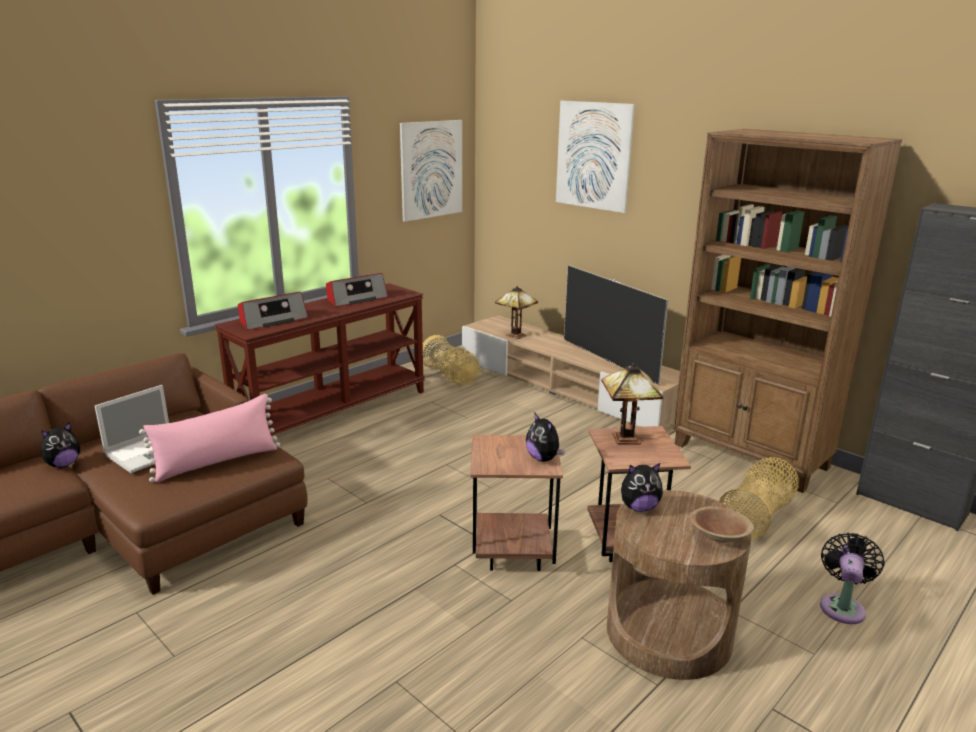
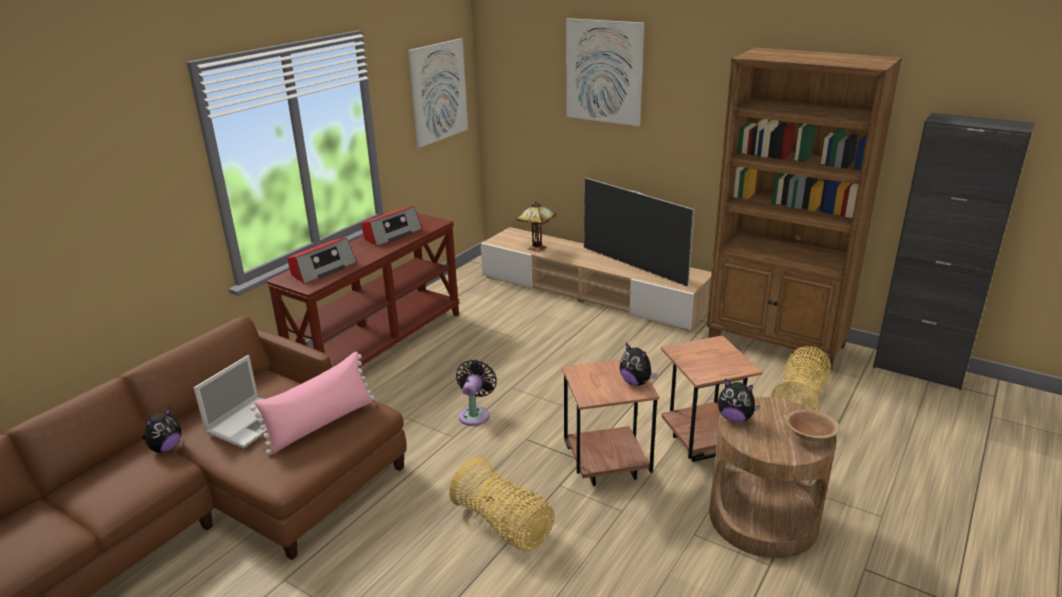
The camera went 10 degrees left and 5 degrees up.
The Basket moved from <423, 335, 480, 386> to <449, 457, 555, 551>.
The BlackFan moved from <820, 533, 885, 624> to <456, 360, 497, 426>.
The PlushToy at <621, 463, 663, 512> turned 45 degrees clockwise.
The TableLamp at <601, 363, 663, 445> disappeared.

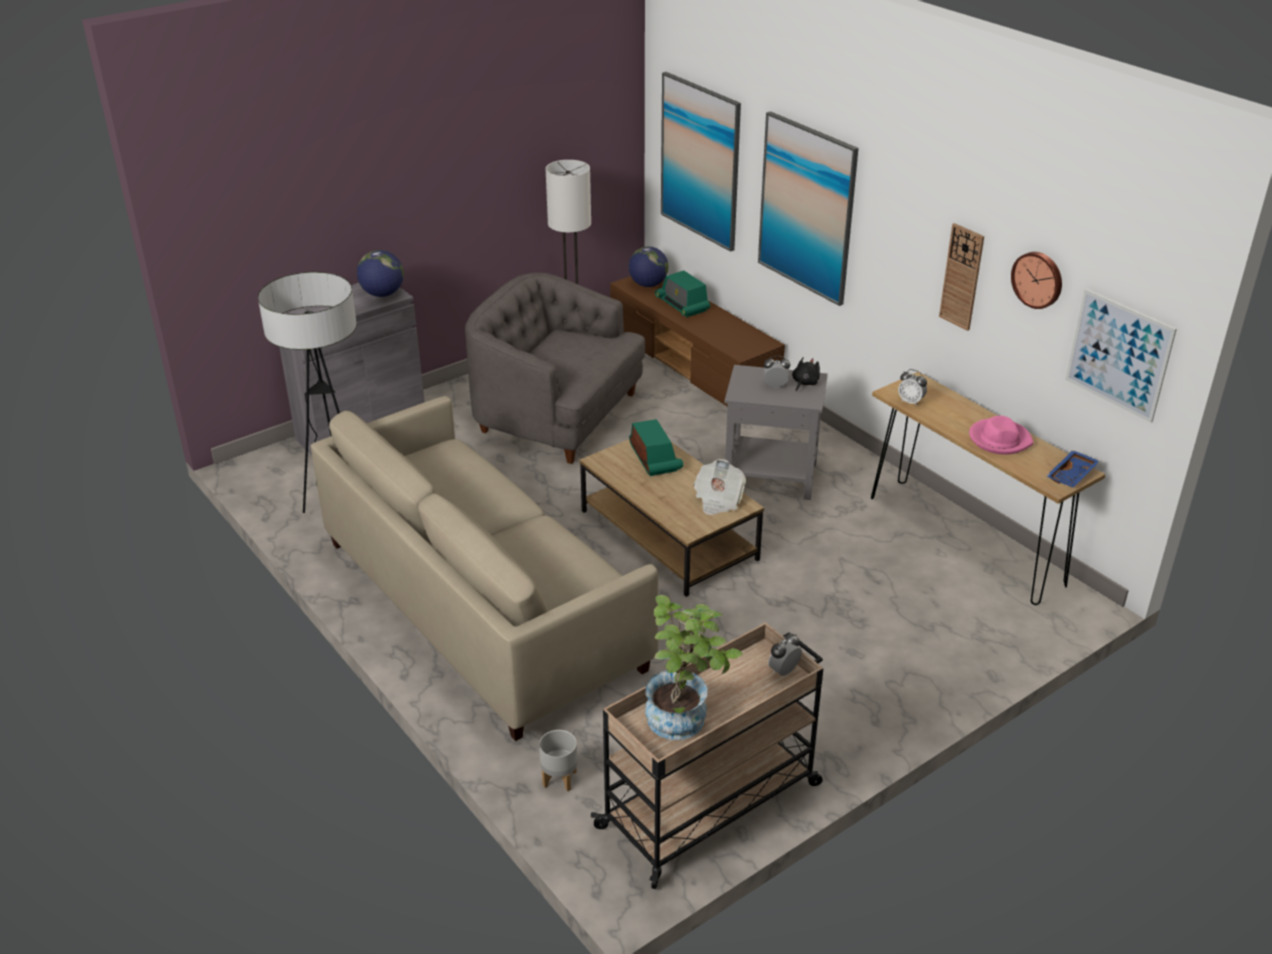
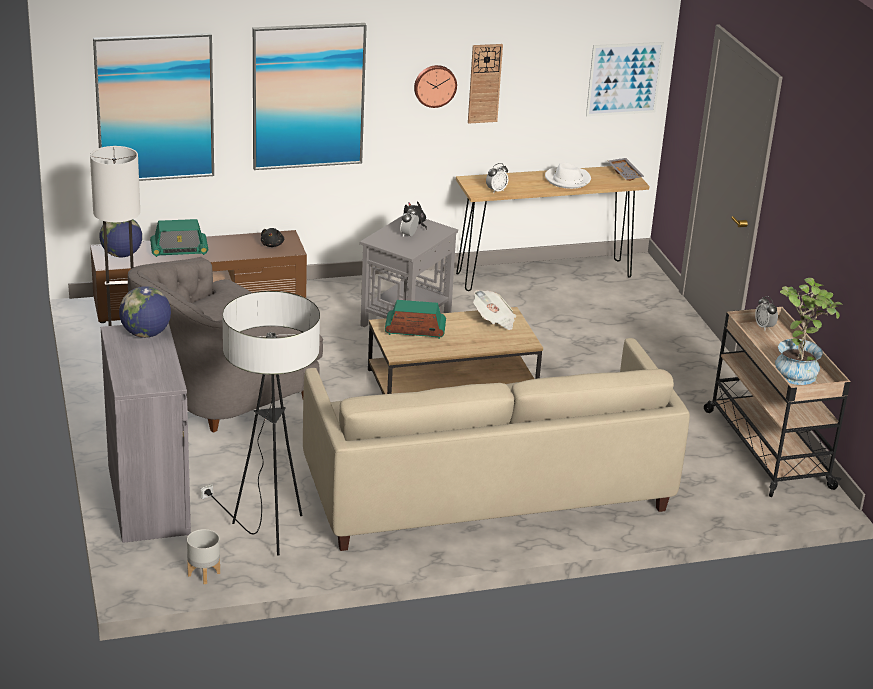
The camera went 70 degrees left and 5 degrees down.
The GreyPlanter moved from <539, 730, 577, 791> to <187, 529, 220, 584>.
The BlackPlushToy at <261, 228, 284, 247> appeared.
The WallClock moved from <1011, 252, 1062, 309> to <414, 65, 457, 108>.
The PinkHat at <969, 416, 1033, 454> became the WhiteHat at <545, 162, 591, 189>.
The BlueTray at <1046, 450, 1100, 488> became the GreyTray at <608, 158, 644, 181>.

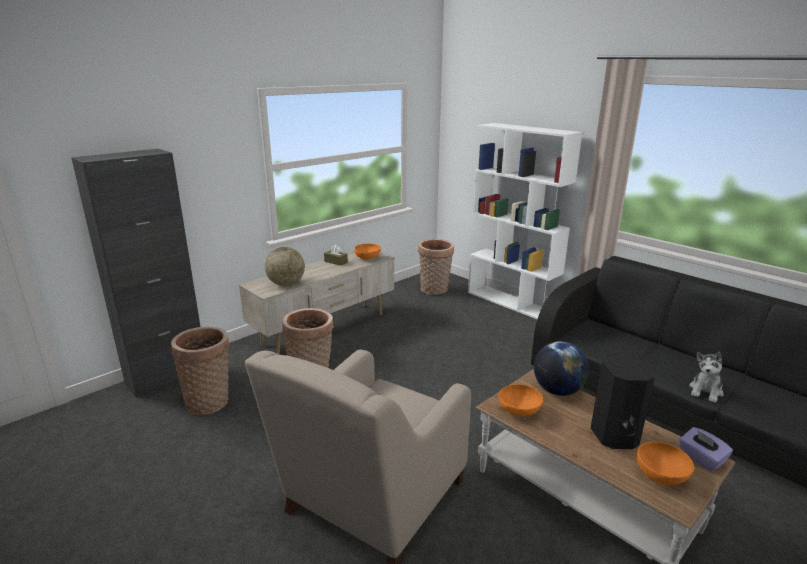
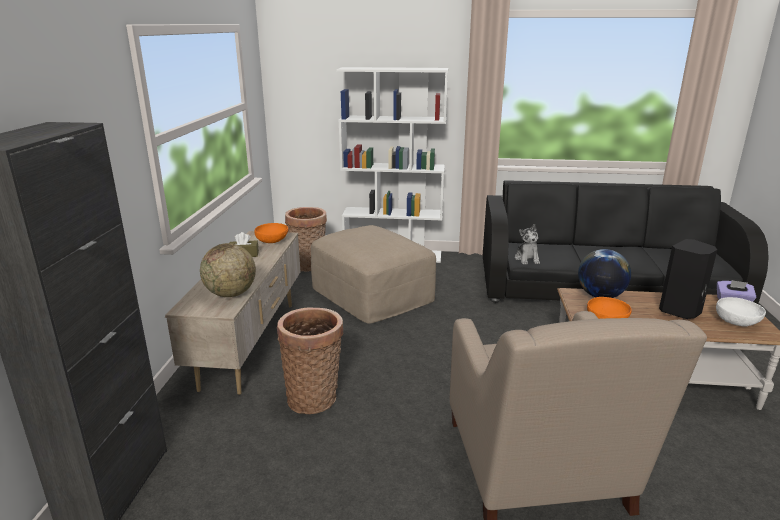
The camera went 40 degrees left and 0 degrees up.
The BeigeOttoman at <311, 225, 436, 324> appeared.
The PlushToy moved from <689, 352, 724, 403> to <515, 224, 540, 264>.
The OrangeBowl at <637, 442, 694, 485> became the WhiteBowl at <716, 297, 766, 327>.
The Basket at <171, 327, 230, 415> disappeared.

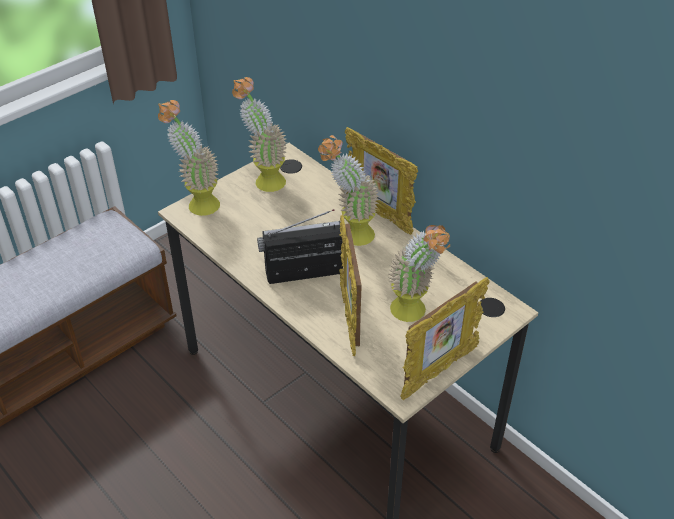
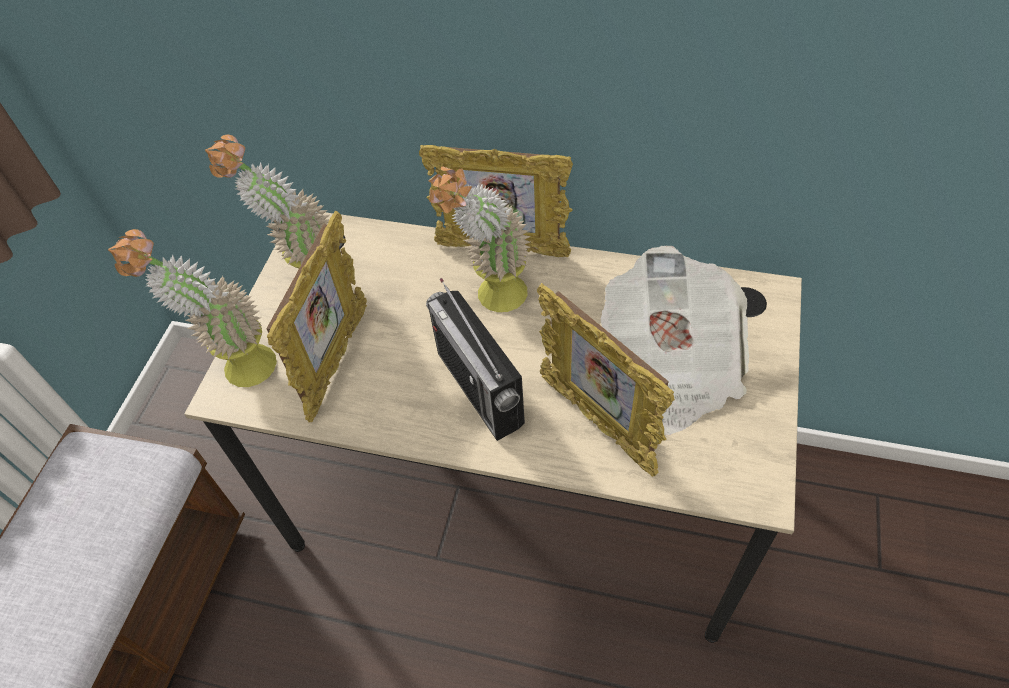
The camera went 30 degrees left and 10 degrees up.
The PictureFrame moved from <401, 277, 490, 400> to <266, 211, 367, 422>.
The Radio at <257, 209, 343, 284> turned 75 degrees counterclockwise.
The PottedPlant at <388, 225, 450, 322> was replaced by the Newspaper at <601, 246, 749, 435>.

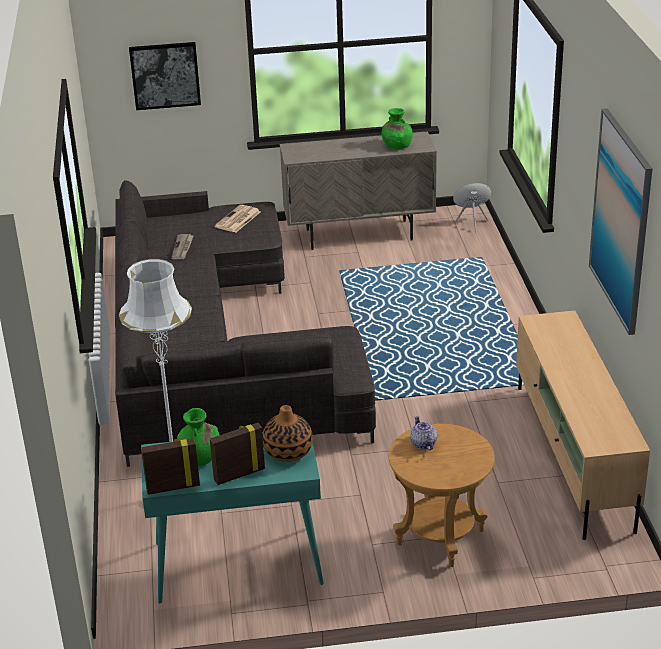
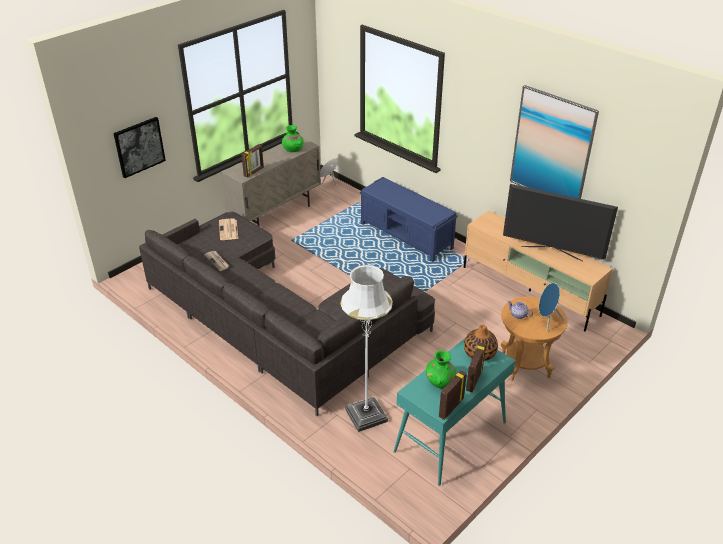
The camera went 40 degrees left and 5 degrees up.
The PictureFrame at <241, 144, 264, 177> appeared.
The BlueBench at <360, 177, 458, 262> appeared.
The Television at <503, 184, 618, 262> appeared.
The BlueSpeaker at <539, 283, 565, 332> appeared.

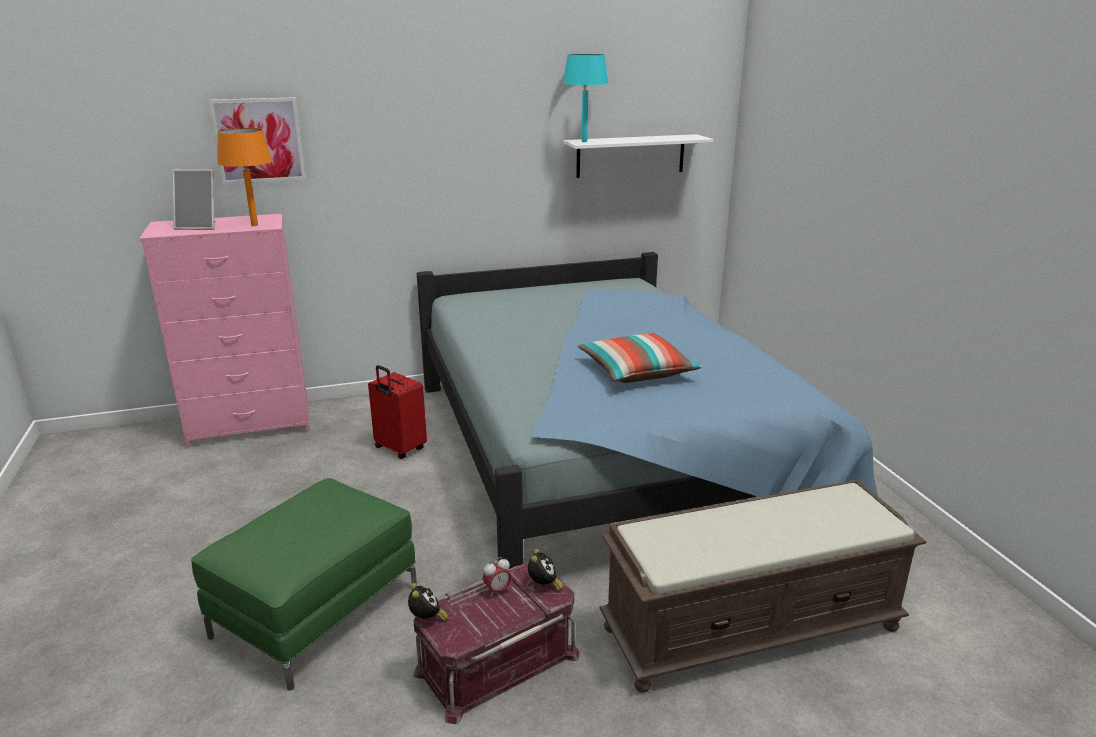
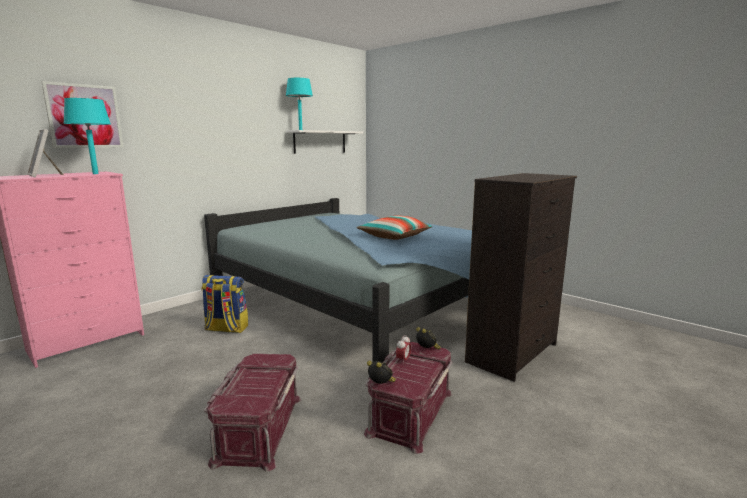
The camera went 30 degrees left and 10 degrees down.
The PictureFrame at <173, 170, 216, 230> turned 75 degrees clockwise.
The OrangeTableLamp at <217, 128, 272, 226> became the TurquoiseTableLamp at <63, 98, 111, 174>.
The RedSuitcase at <368, 365, 427, 459> was replaced by the Backpack at <201, 275, 248, 333>.
The GreenOttoman at <191, 478, 417, 691> was replaced by the RedStorageBox at <204, 354, 301, 472>.
The BrownBench at <600, 479, 926, 693> was replaced by the BlackDresser at <465, 173, 577, 382>.

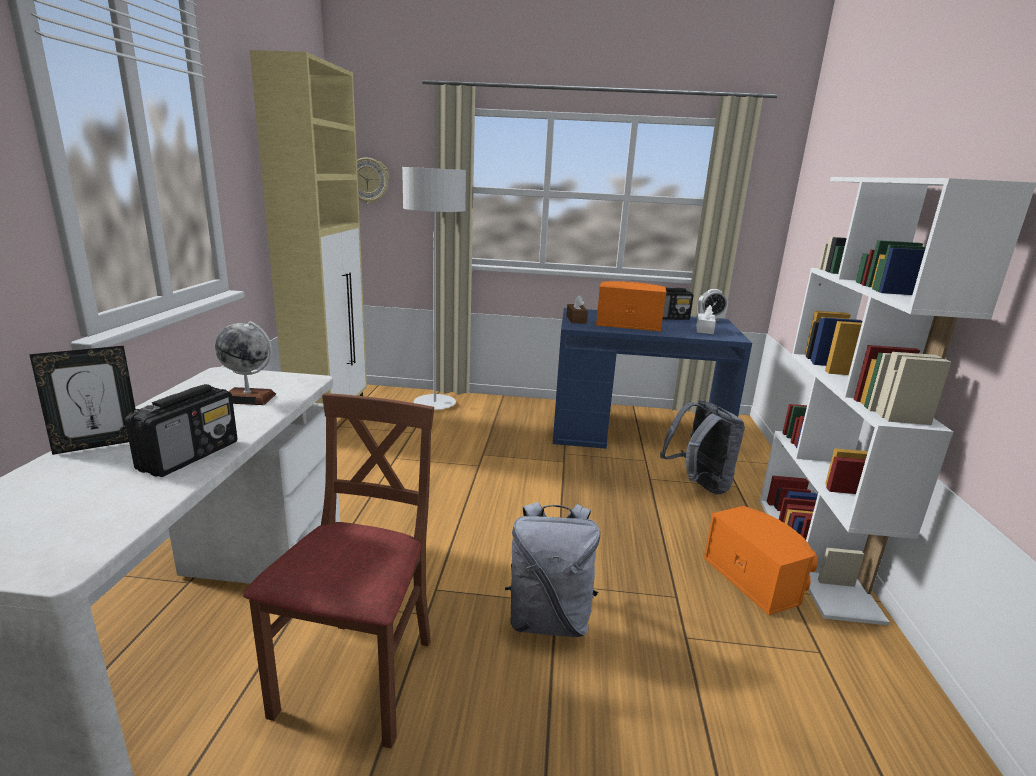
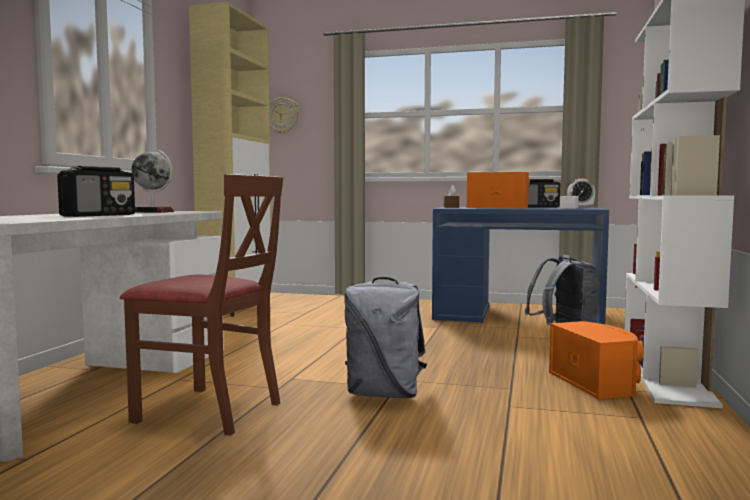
The camera went 10 degrees right and 15 degrees down.
The BrownChair at <243, 393, 434, 749> turned 90 degrees clockwise.
The PictureFrame at <29, 346, 136, 455> disappeared.
The GreyFloorLamp at <402, 167, 466, 410> disappeared.

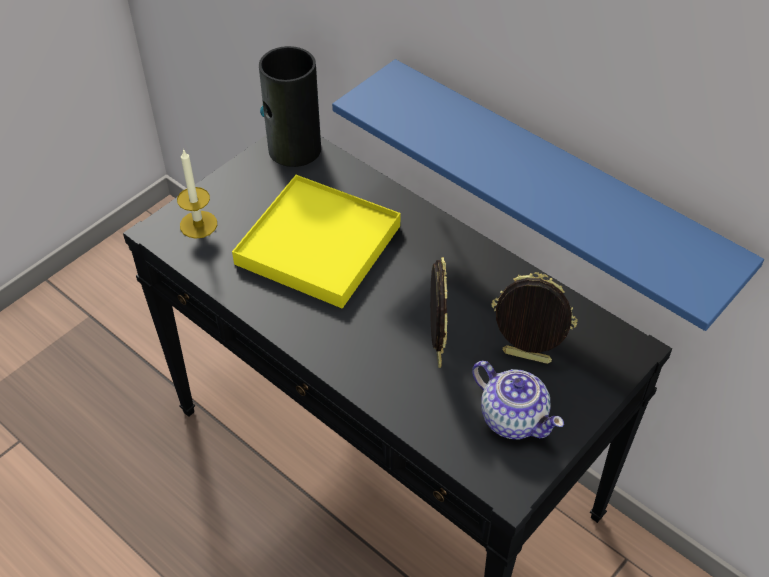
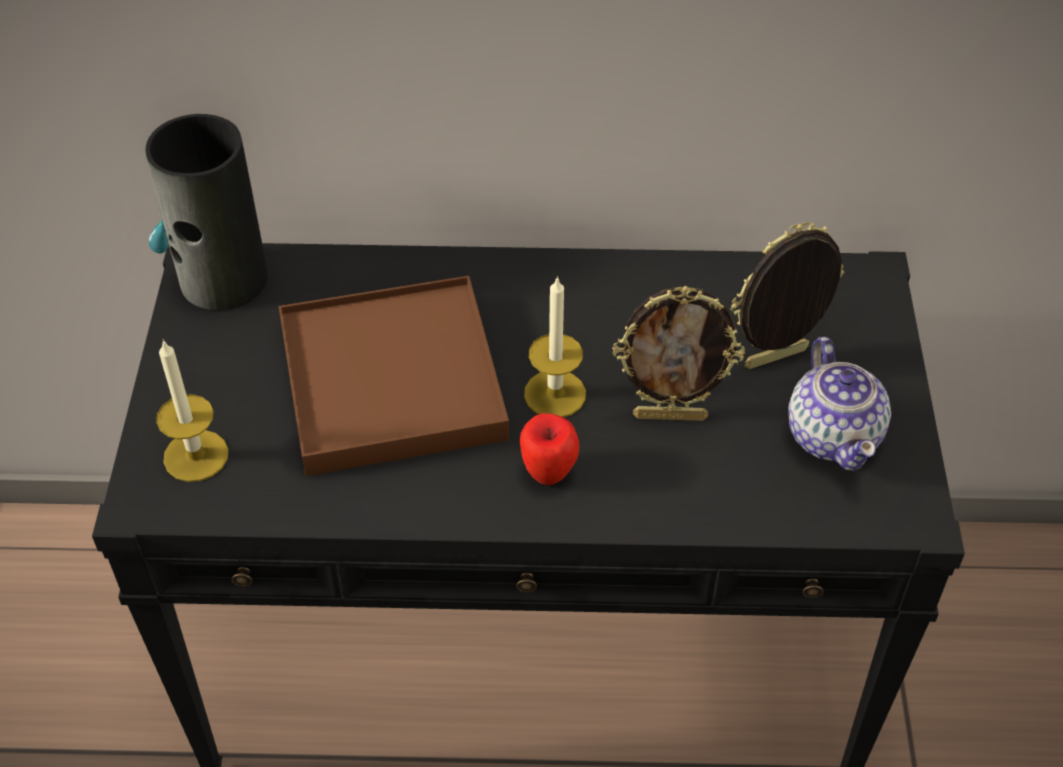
The camera went 40 degrees left and 0 degrees up.
The YellowTray at <232, 175, 401, 308> became the BrownTray at <279, 276, 509, 476>.
The Apple at <520, 413, 579, 485> appeared.
The Candle at <524, 276, 586, 417> appeared.
The PictureFrame at <430, 257, 447, 368> turned 135 degrees clockwise.
The Teapot at <472, 361, 564, 439> turned 75 degrees clockwise.
The BlueShelf at <332, 59, 764, 331> disappeared.

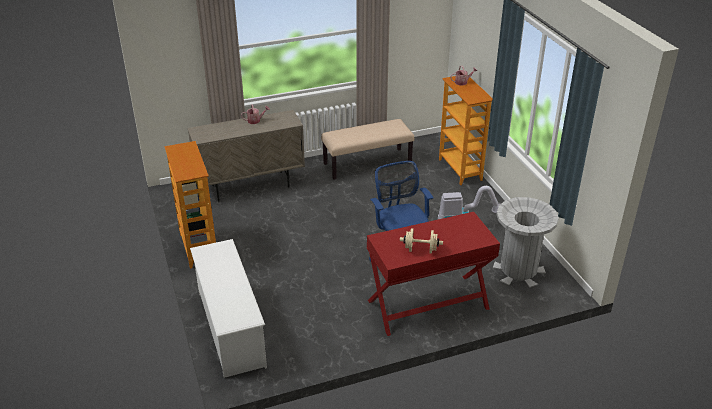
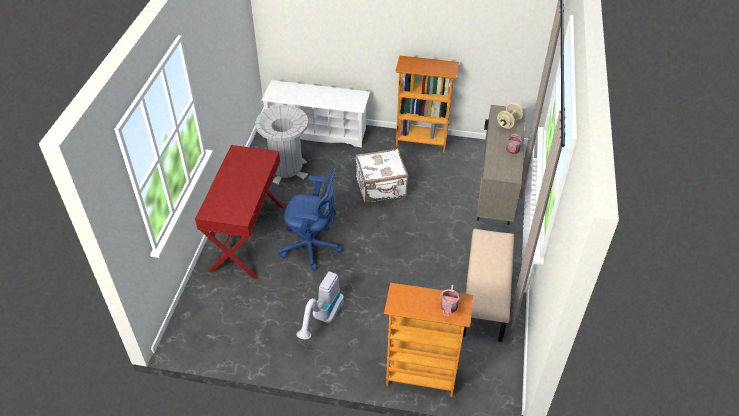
The camera went 120 degrees right and 10 degrees up.
The GreyTrashCan moved from <493, 197, 559, 288> to <255, 105, 309, 185>.
The WhiteSuitcase at <355, 148, 408, 203> appeared.
The BeigeDumbbell moved from <400, 228, 443, 254> to <497, 103, 524, 129>.

